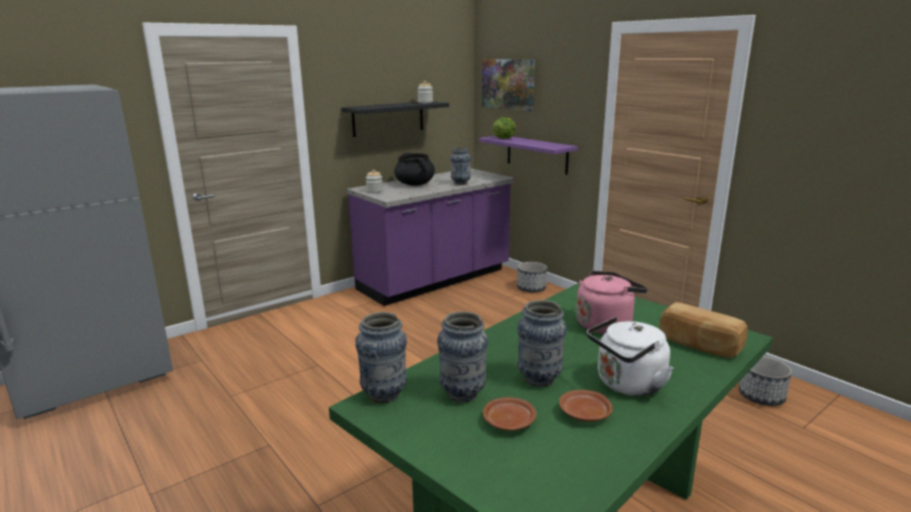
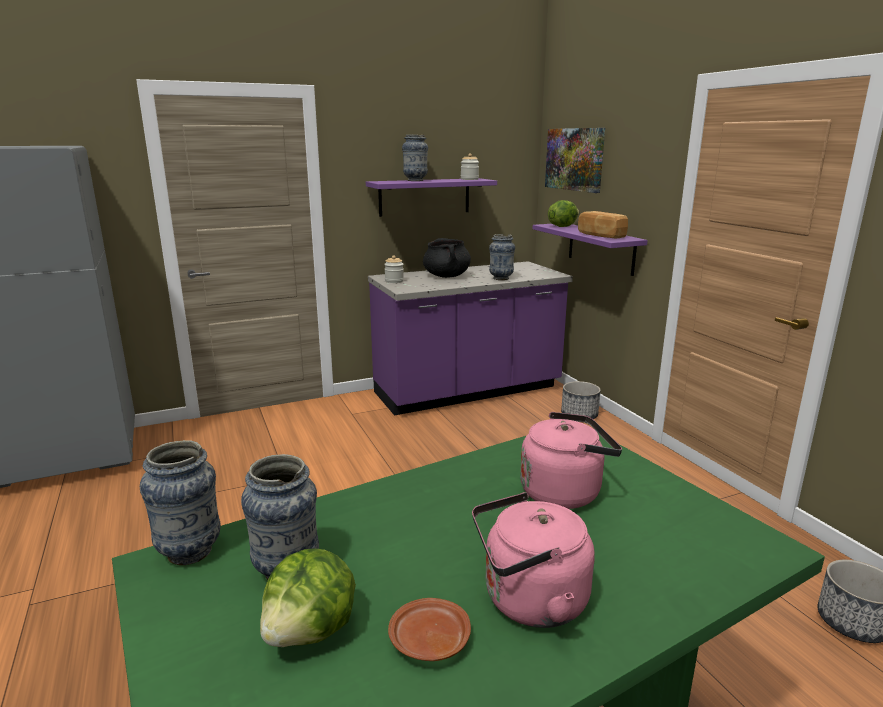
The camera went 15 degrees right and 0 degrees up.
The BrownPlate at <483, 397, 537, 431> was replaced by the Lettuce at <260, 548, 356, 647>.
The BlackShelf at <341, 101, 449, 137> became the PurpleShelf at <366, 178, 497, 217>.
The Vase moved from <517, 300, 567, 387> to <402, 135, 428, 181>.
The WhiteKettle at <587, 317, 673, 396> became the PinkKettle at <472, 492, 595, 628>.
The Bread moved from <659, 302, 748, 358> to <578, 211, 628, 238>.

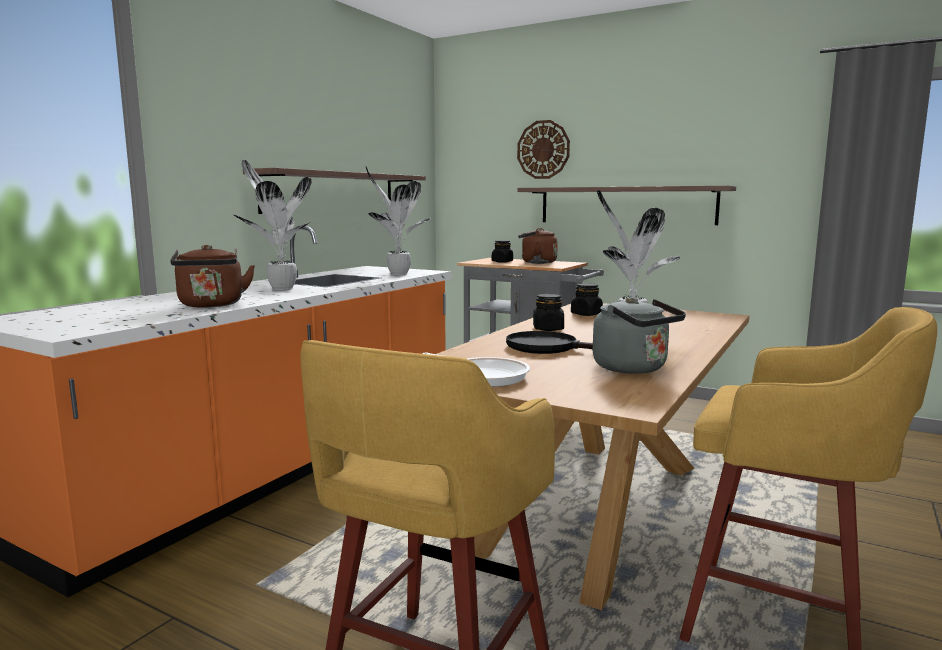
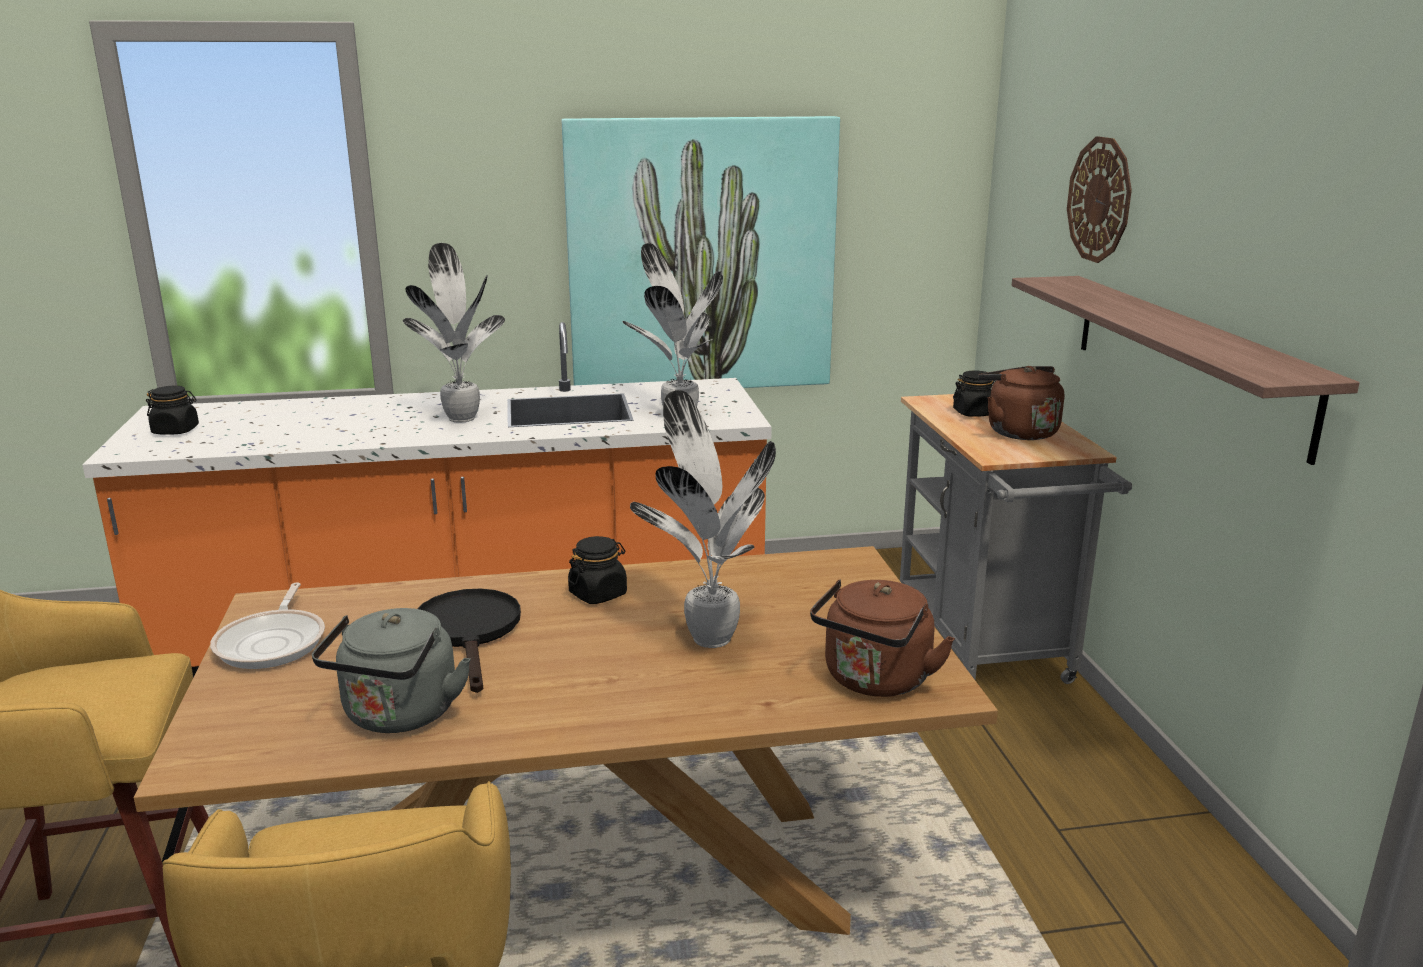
The camera went 50 degrees right and 10 degrees up.
The BlackJar moved from <571, 283, 603, 316> to <146, 386, 199, 435>.
The Shelf at <243, 168, 426, 214> was replaced by the Picture at <562, 116, 840, 388>.
The BrownKettle moved from <170, 245, 255, 308> to <810, 579, 955, 697>.

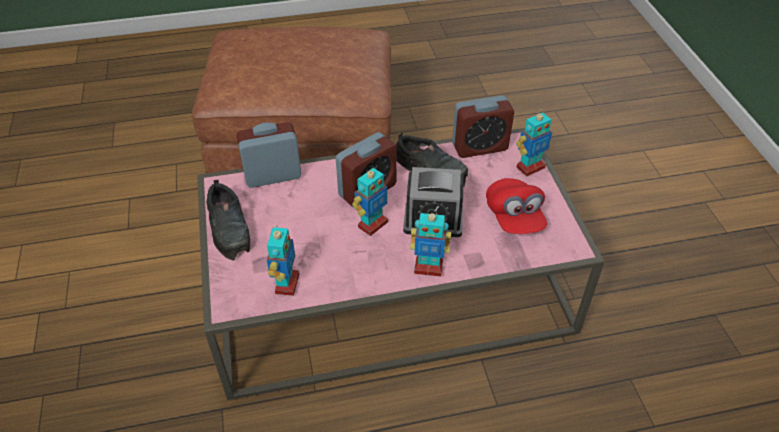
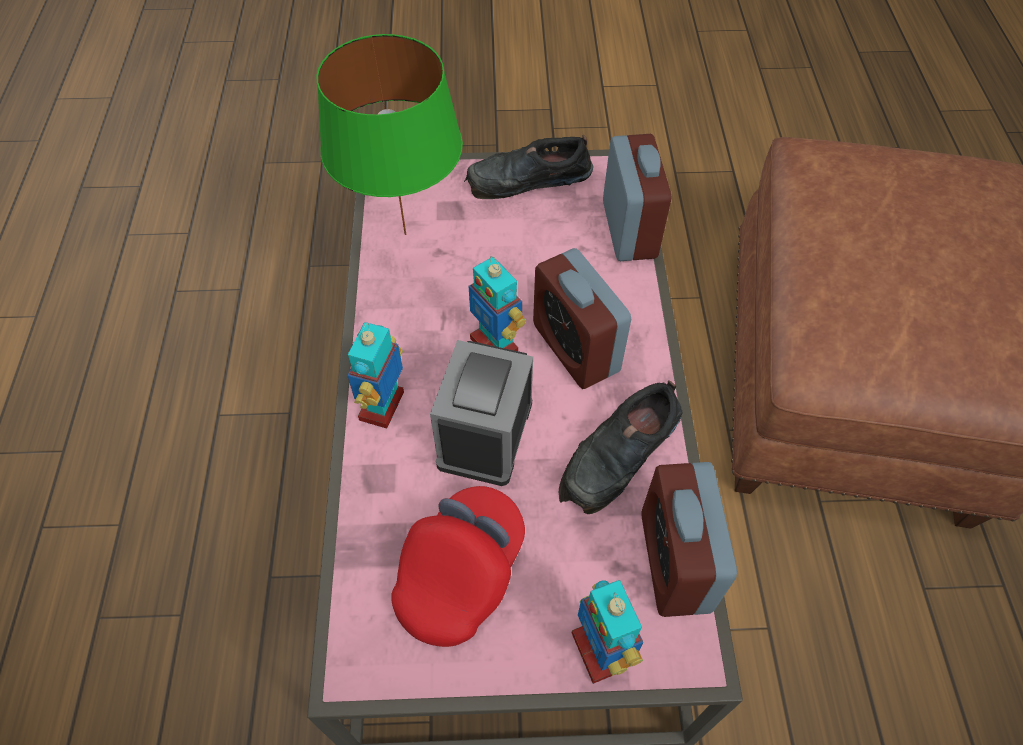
The camera went 100 degrees right and 10 degrees up.
The ToyRobot at <267, 225, 300, 296> was replaced by the GreenTableLamp at <317, 34, 463, 235>.
The RedCap at <486, 178, 547, 234> turned 120 degrees clockwise.

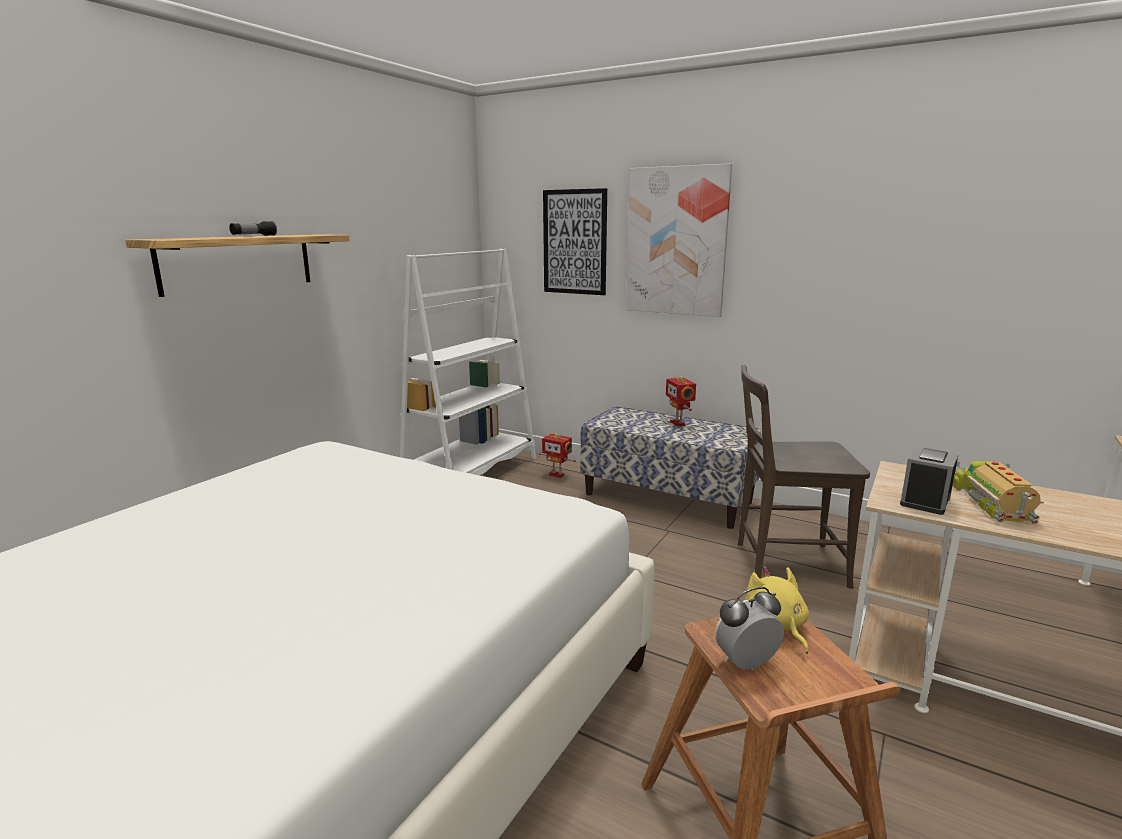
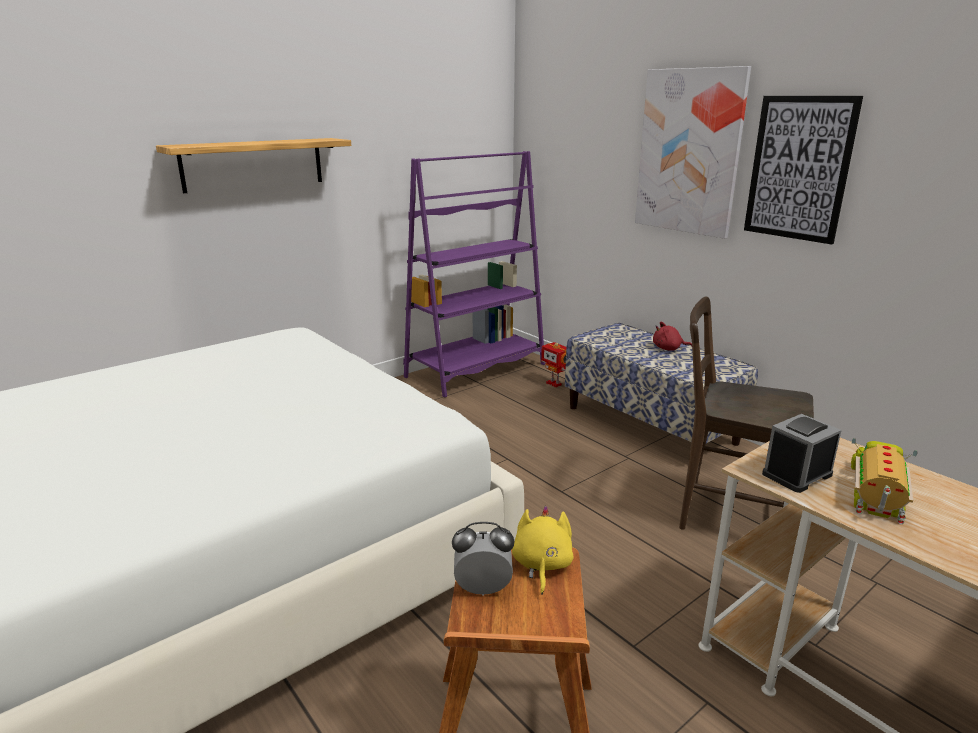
The camera went 20 degrees right and 5 degrees up.
The WhiteBookcase at <400, 249, 536, 475> became the PurpleBookcase at <403, 151, 545, 397>.
The ToyRobot at <666, 376, 696, 426> was replaced by the RedPlushToy at <653, 321, 692, 350>.
The Picture moved from <543, 188, 607, 295> to <744, 96, 863, 245>.
The Flashlight at <229, 221, 277, 236> disappeared.

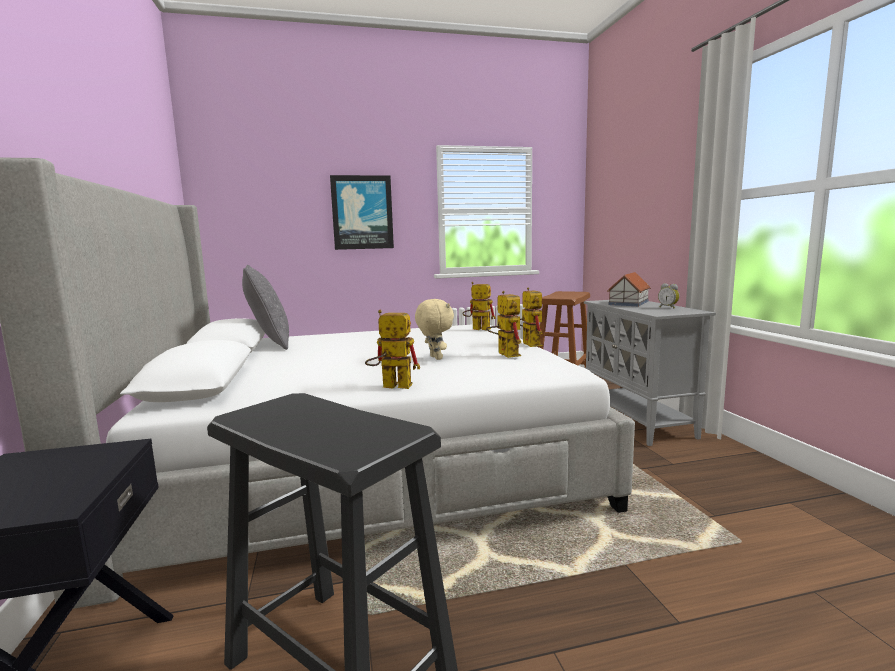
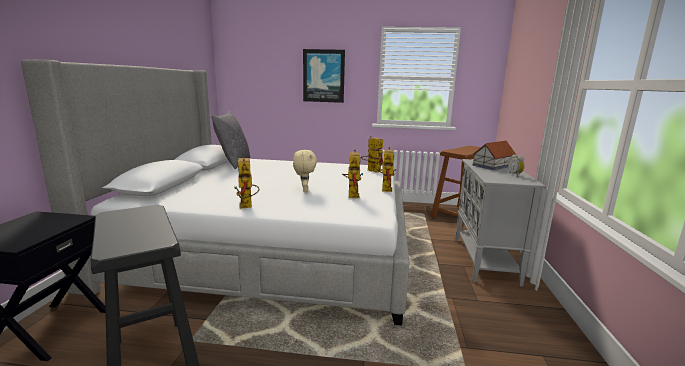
The camera went 20 degrees right and 5 degrees up.
The ToyRobot at <365, 310, 420, 389> turned 135 degrees counterclockwise.

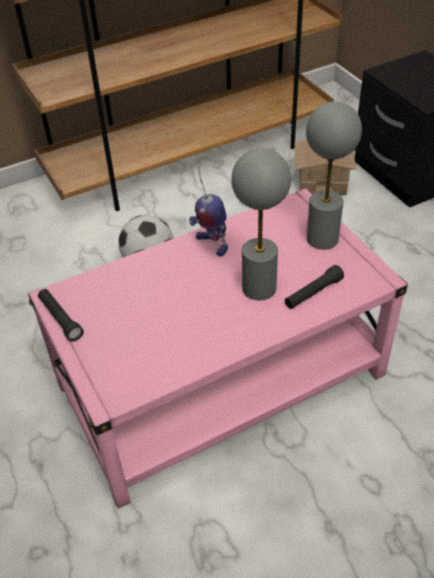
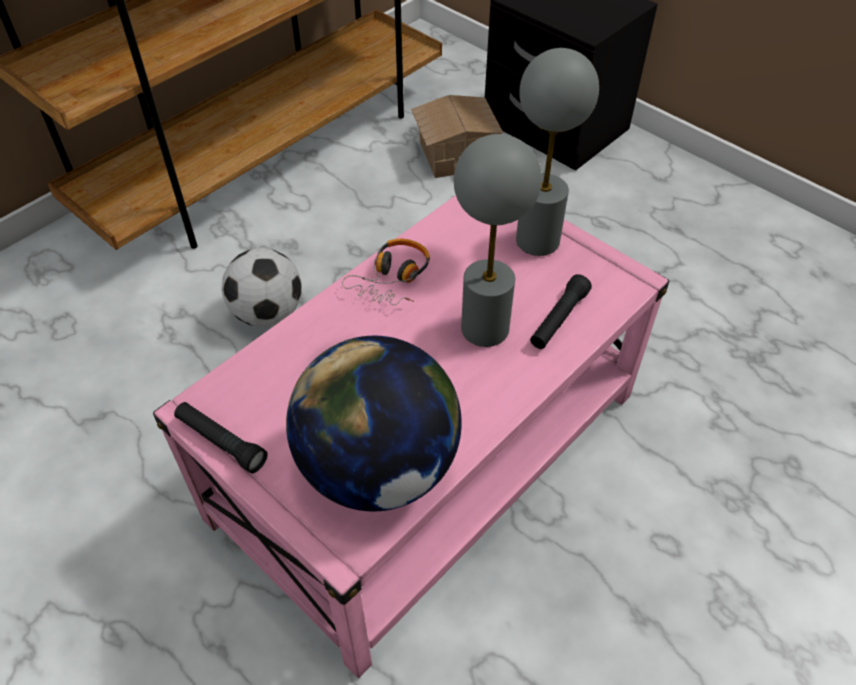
The camera went 20 degrees left and 5 degrees up.
The Globe at <286, 336, 462, 511> appeared.
The ToyRobot at <189, 166, 228, 256> was replaced by the Headphones at <342, 239, 430, 305>.

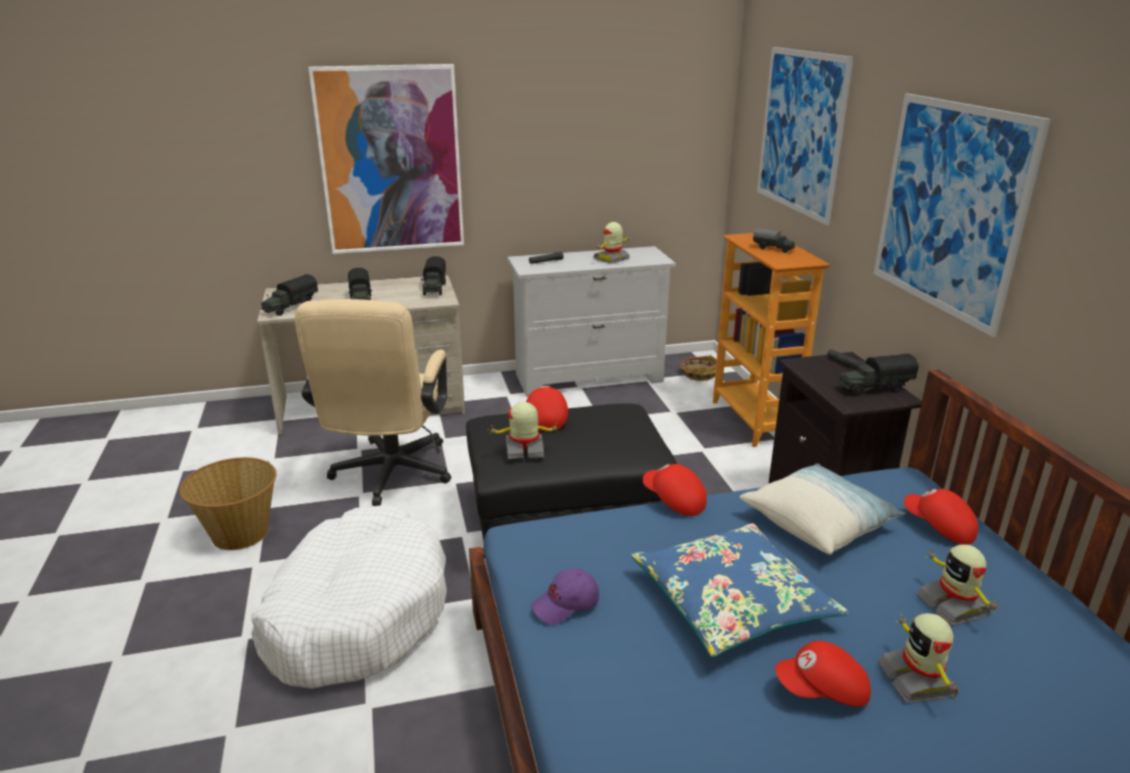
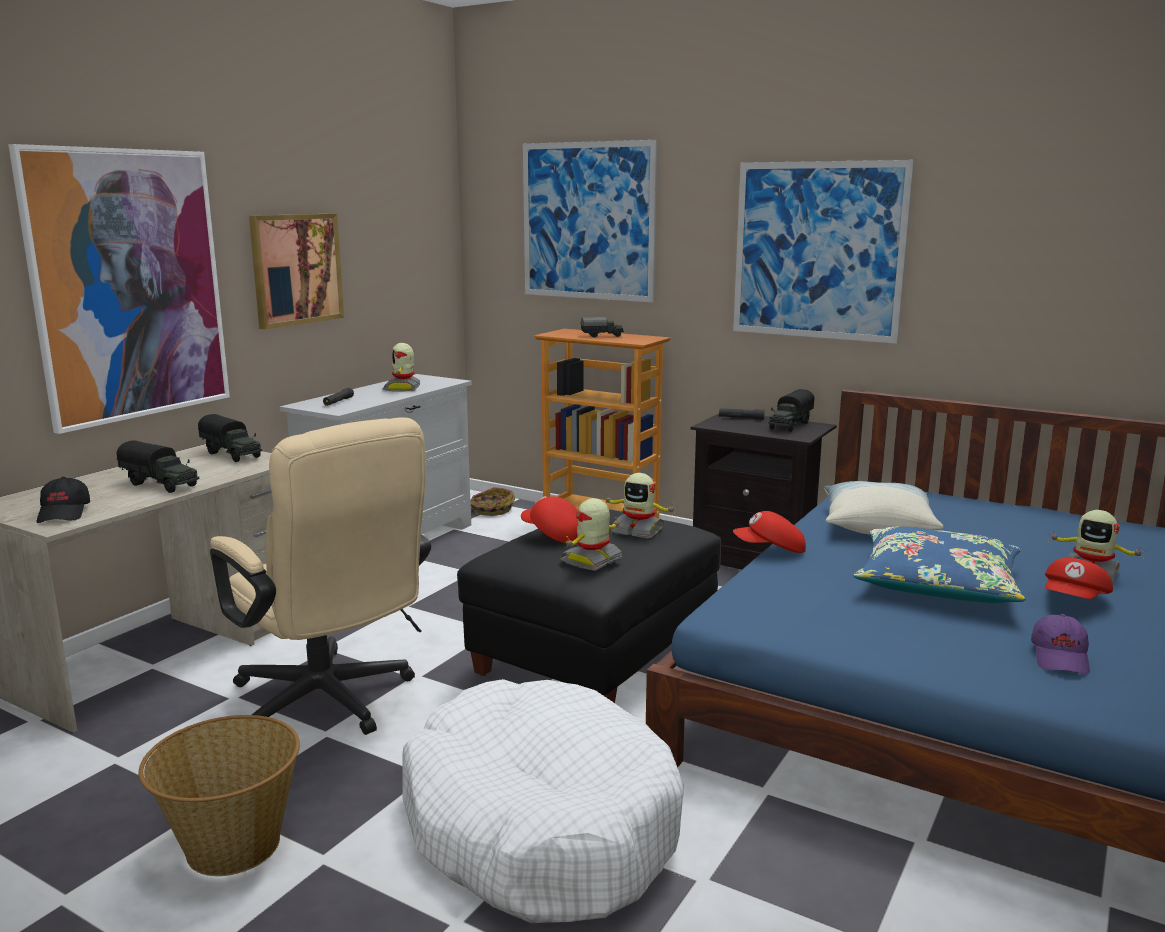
The camera went 45 degrees left and 10 degrees down.
The ToyTruck at <261, 274, 318, 316> was replaced by the BlackCap at <36, 477, 90, 523>.
The Picture at <249, 214, 344, 329> appeared.
The ToyRobot moved from <916, 544, 999, 625> to <603, 473, 676, 539>.
The PurpleCap moved from <531, 568, 599, 624> to <1031, 614, 1090, 675>.
The RedCap at <904, 489, 978, 545> disappeared.

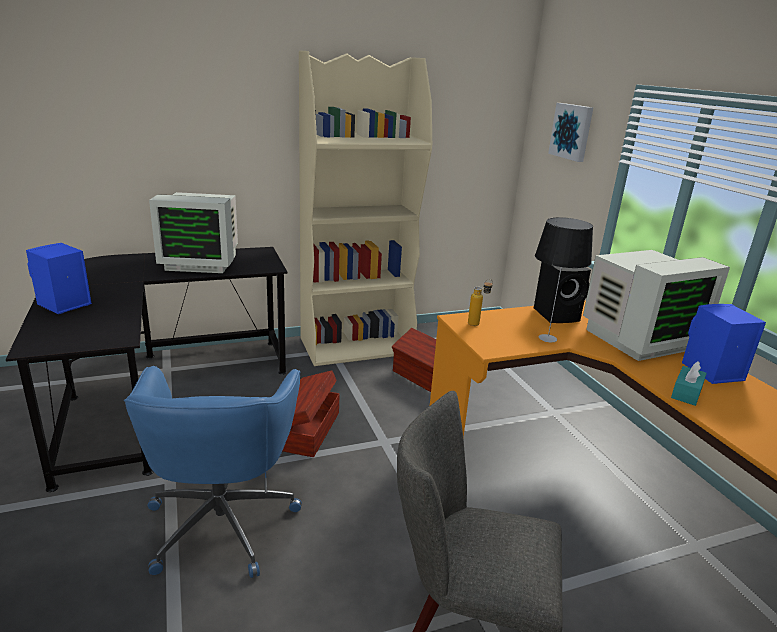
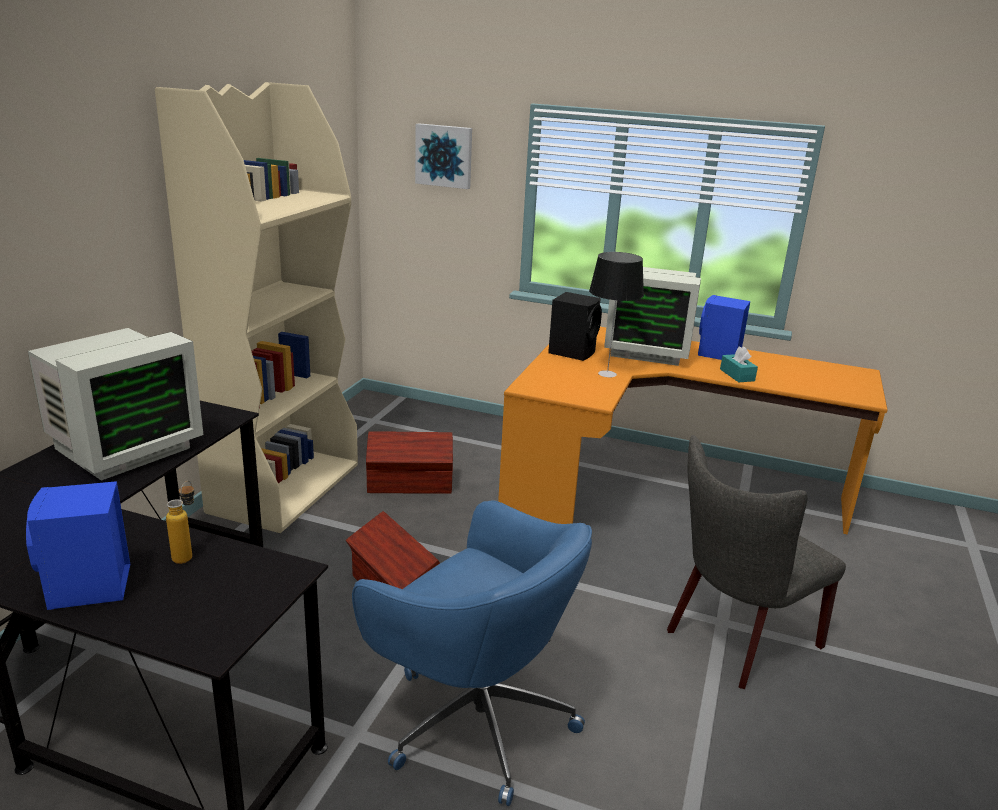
The camera went 50 degrees left and 0 degrees up.
The Bottle moved from <468, 279, 493, 326> to <166, 481, 194, 564>.
The Monitor at <583, 250, 730, 361> turned 90 degrees clockwise.

